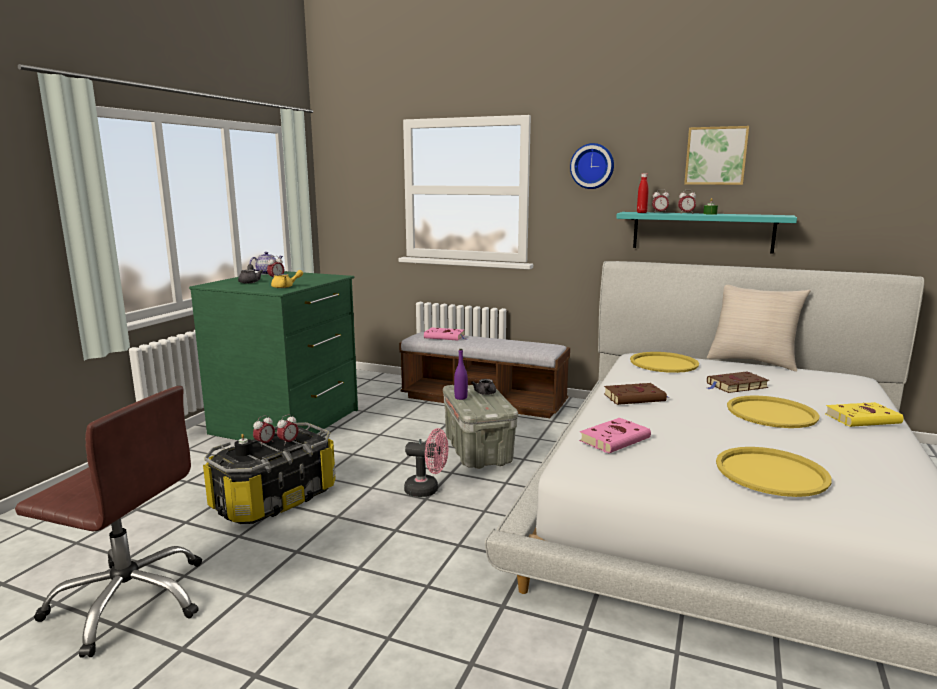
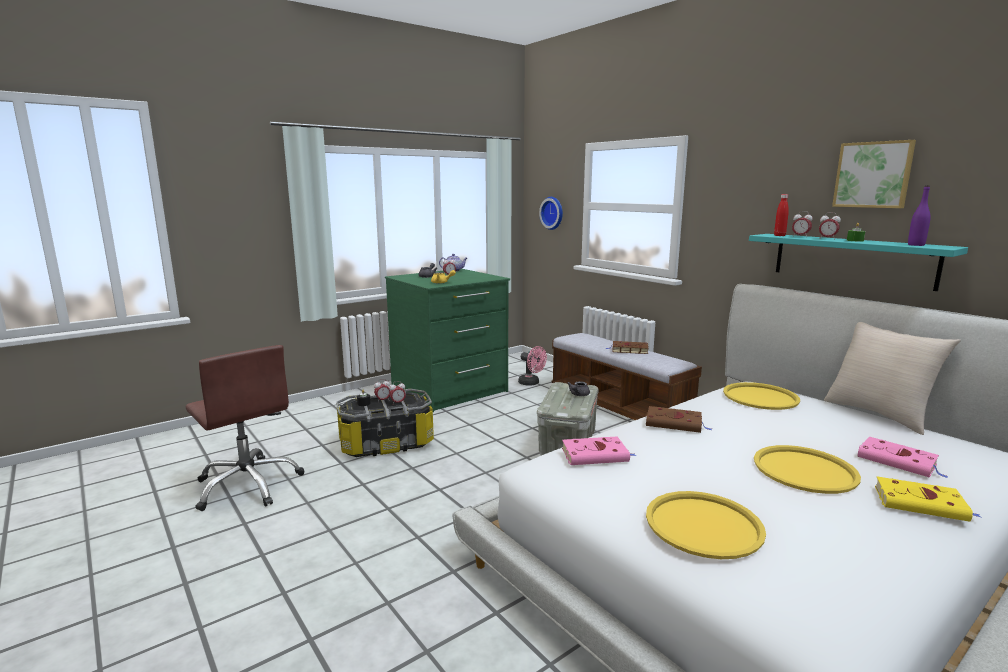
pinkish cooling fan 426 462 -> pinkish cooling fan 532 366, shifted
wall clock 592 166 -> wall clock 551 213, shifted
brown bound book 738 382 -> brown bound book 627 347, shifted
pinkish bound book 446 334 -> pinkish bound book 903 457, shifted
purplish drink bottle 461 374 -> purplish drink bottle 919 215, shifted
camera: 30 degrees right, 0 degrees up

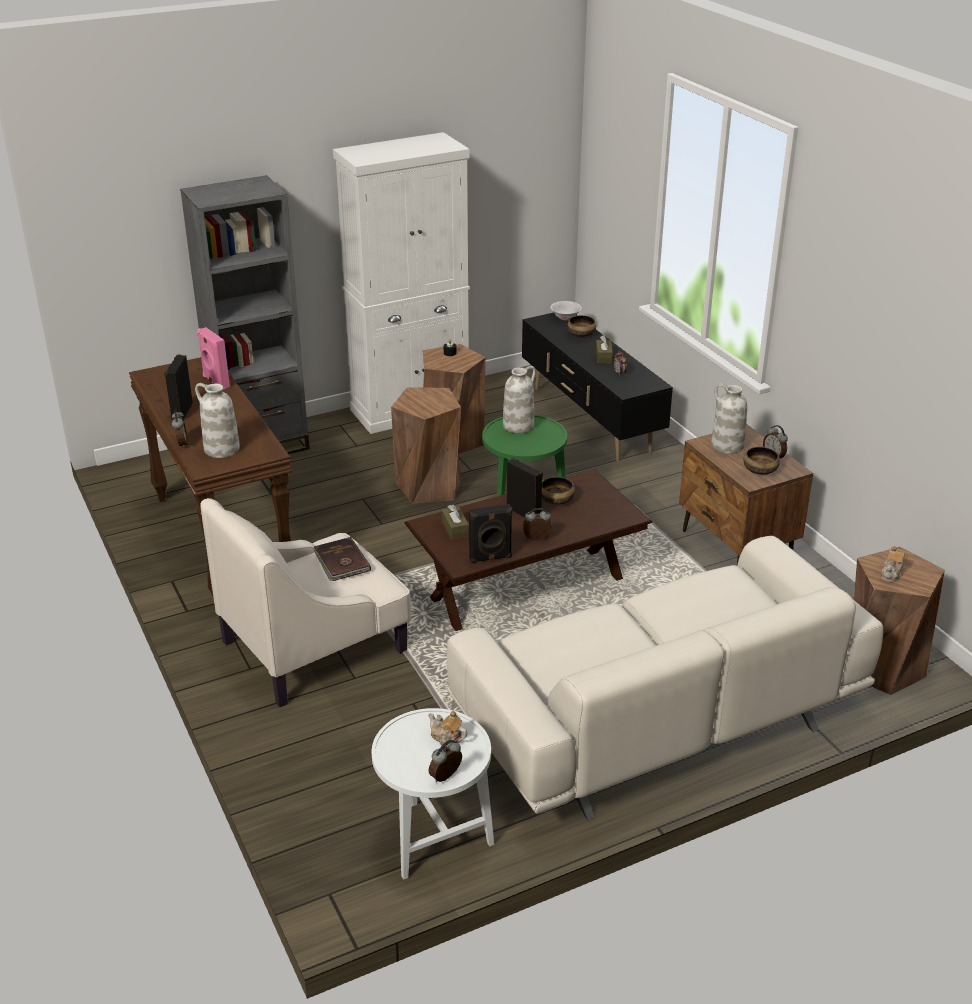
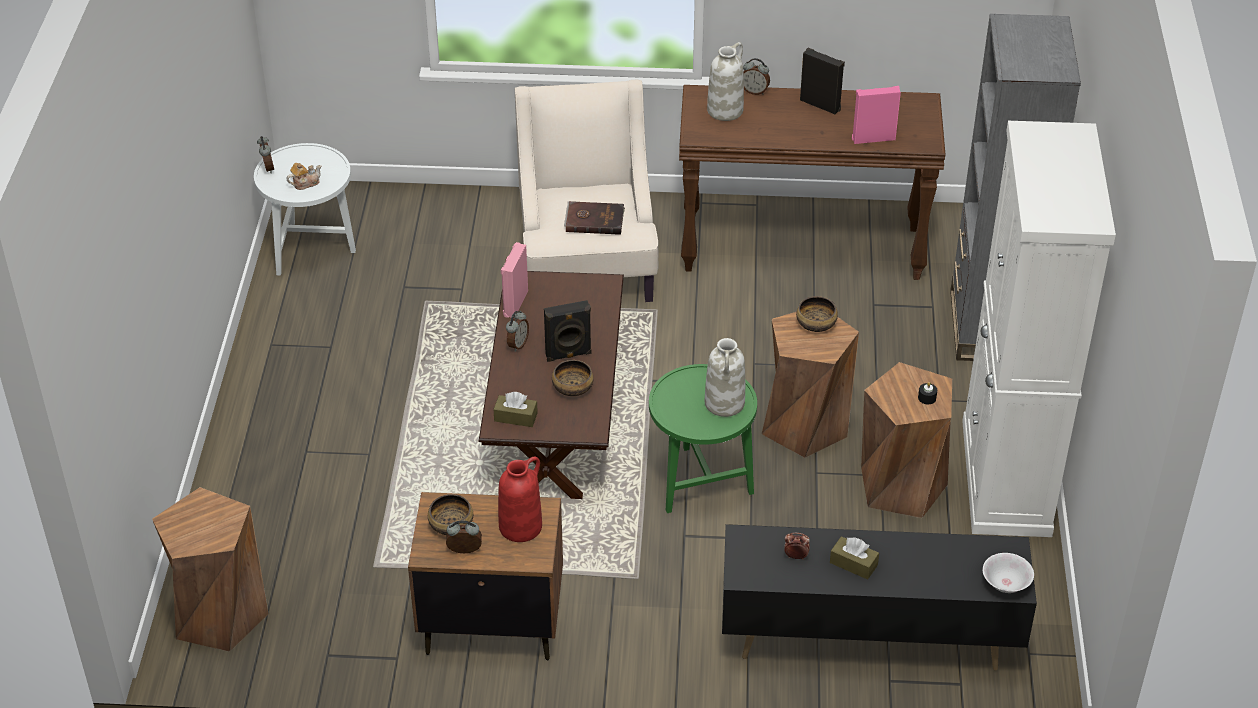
brown box of tissues 455 522 -> brown box of tissues 515 409, shifted
whitish decorative vase 729 418 -> red-coloured decorative vase 520 499
blackish speaker 490 533 -> pinkish speaker 514 280
deep dish 581 326 -> deep dish 817 314, shifted
sand-coloured settee 665 678 -> none
pot for tea 892 564 -> none
camera: 120 degrees right, 10 degrees up

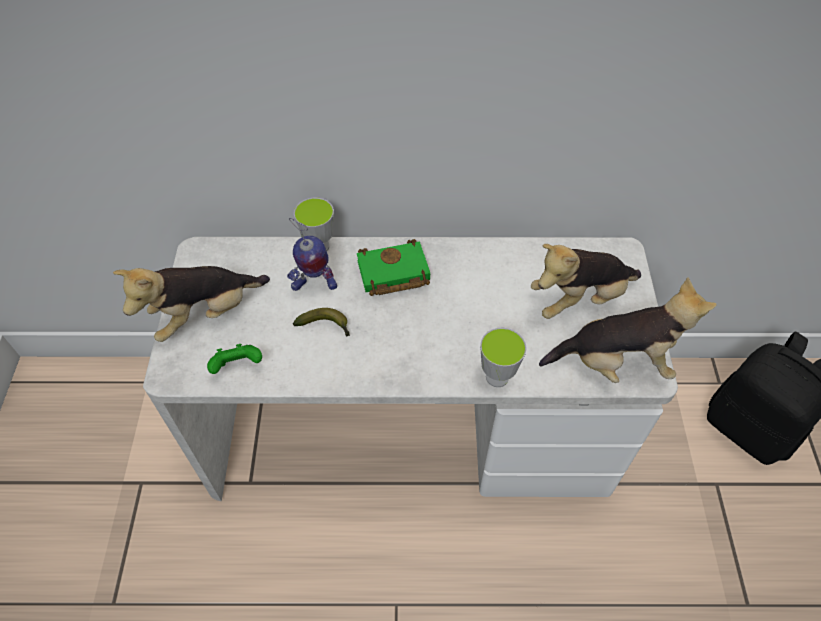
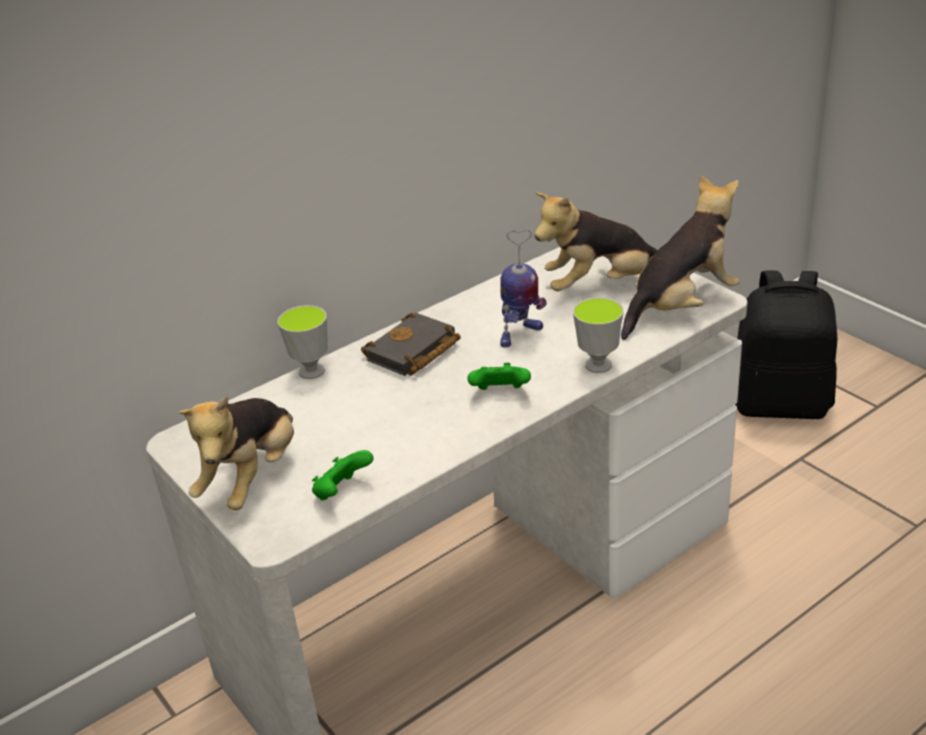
green-coloured bound book 393 267 -> blackish bound book 411 344
none -> green-coloured game controller 499 376
toy robot 312 254 -> toy robot 523 289, shifted
plush toy 586 281 -> plush toy 596 241, 45 degrees clockwise
banana fruit 321 322 -> none
camera: 35 degrees left, 20 degrees down

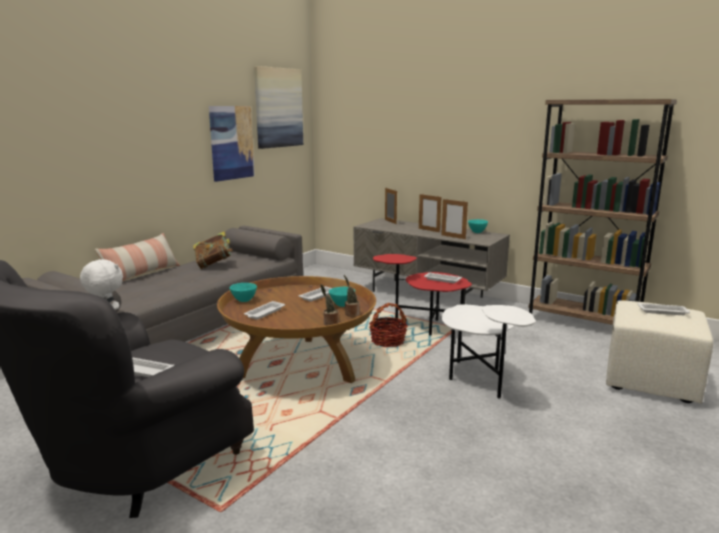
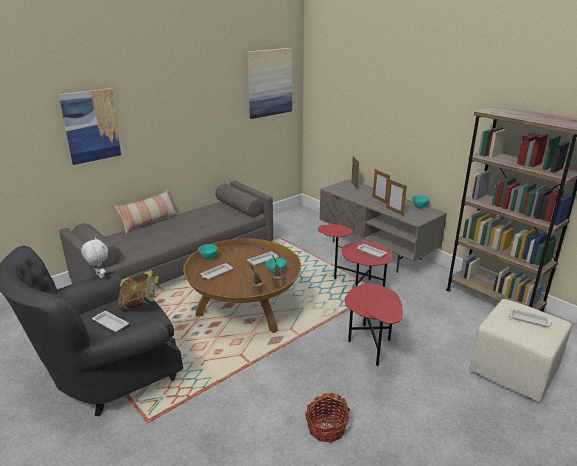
wall art 232 144 -> wall art 90 126, shifted
bound book 213 250 -> bound book 138 290, shifted
storage basket 388 325 -> storage basket 327 418, shifted
whitish end table 489 352 -> red-coloured end table 374 324
camera: 15 degrees right, 10 degrees up

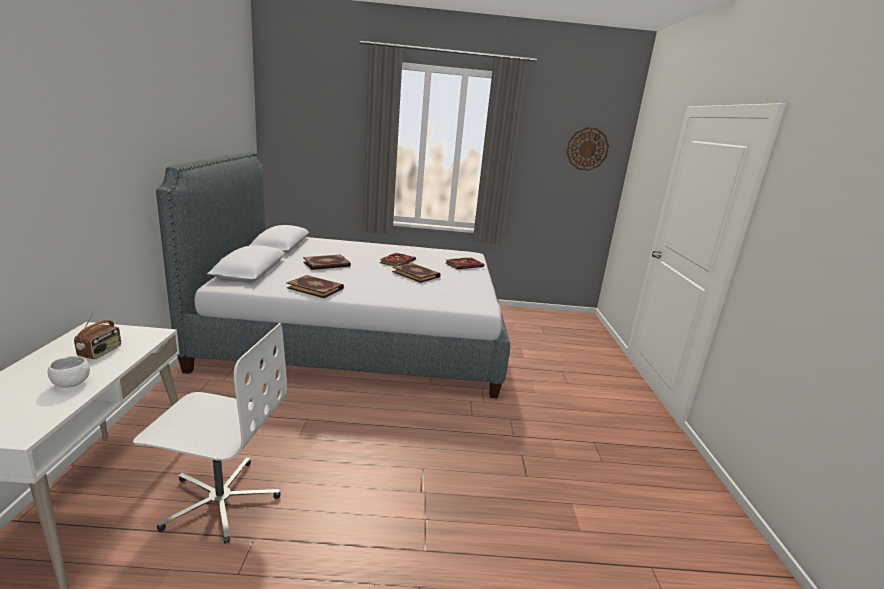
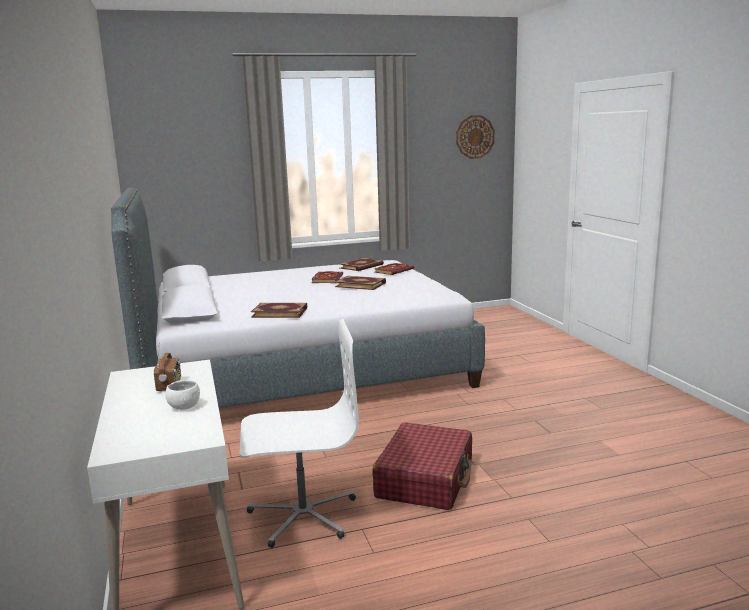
bound book 327 262 -> bound book 362 264, shifted
none -> red-coloured travel case 422 466
camera: 15 degrees left, 5 degrees down

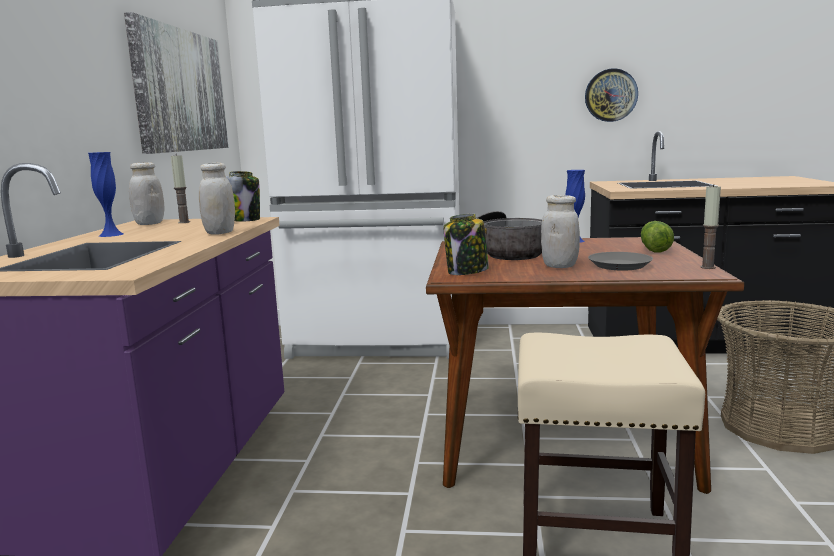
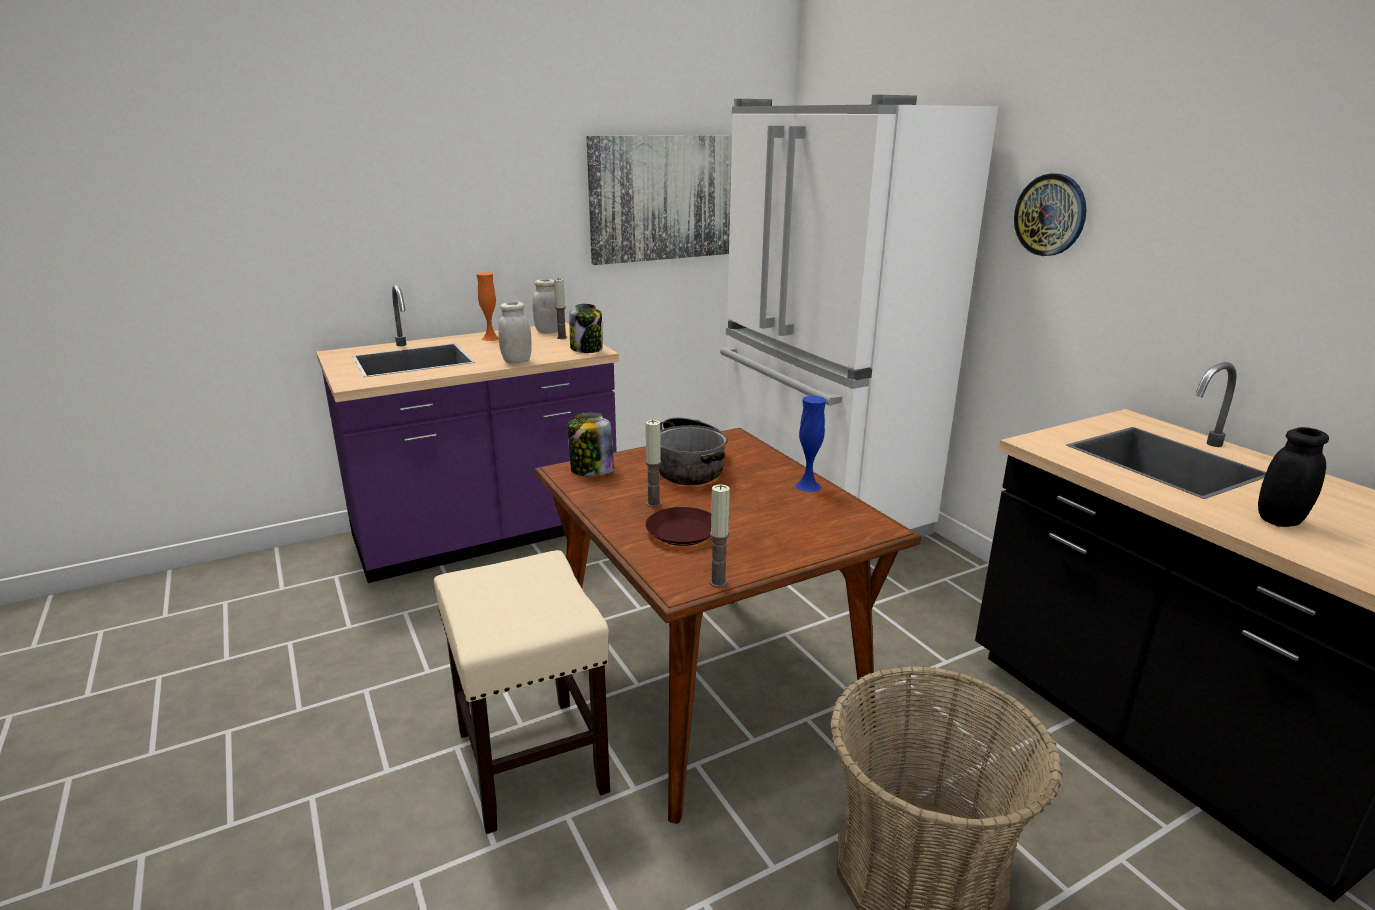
bluish decorative vase 106 194 -> orange decorative vase 487 306
whitish jar 560 231 -> candle 653 464
grey dinner plate 620 261 -> brown dinner plate 678 526
wall clock 611 95 -> wall clock 1050 214, shifted
none -> blackish jar 1293 477
head of lettuce 657 237 -> none
camera: 55 degrees right, 10 degrees up

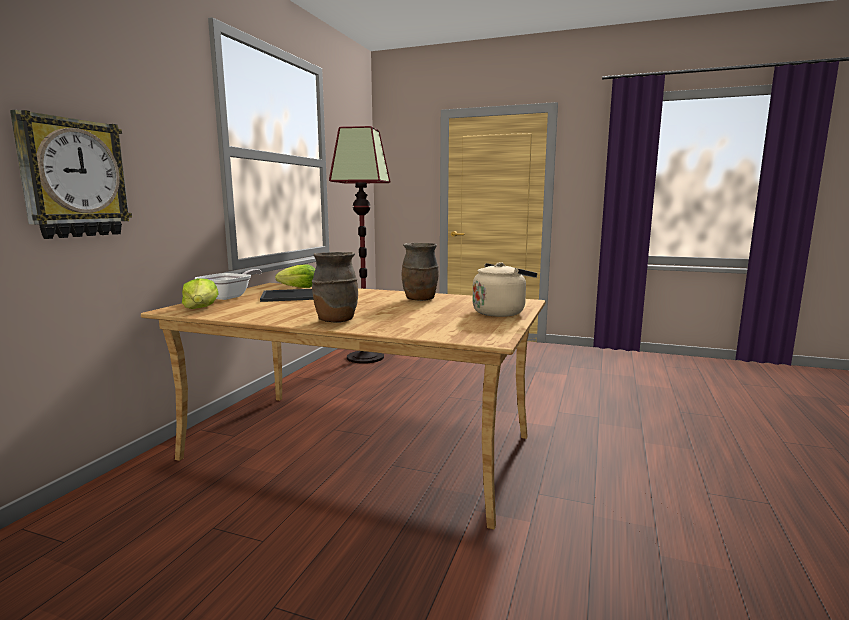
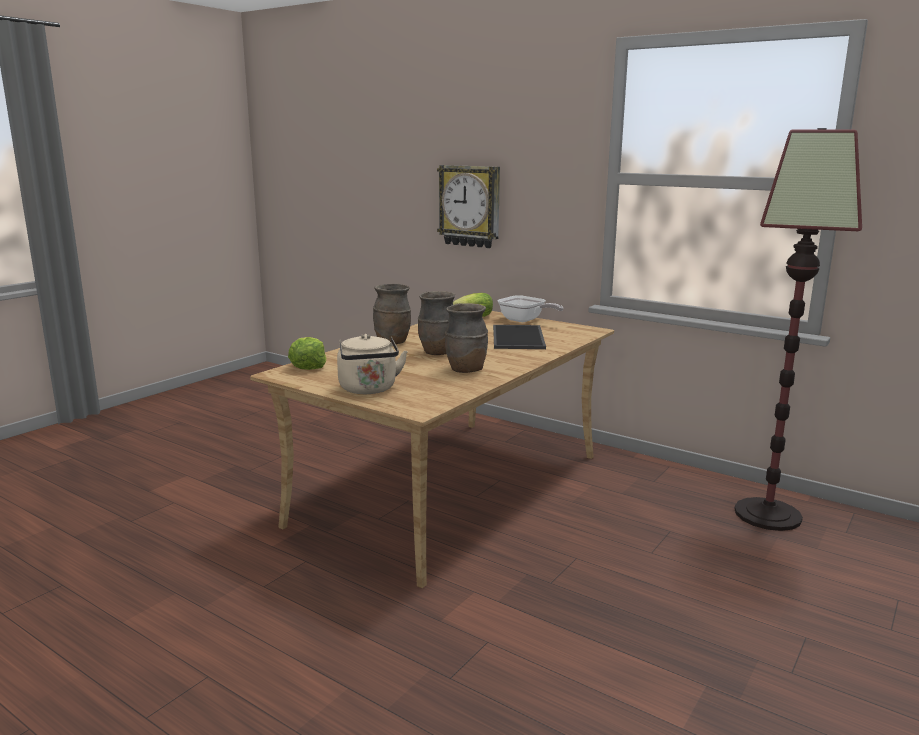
head of lettuce 295 276 -> head of lettuce 307 353, shifted
none -> brown decorative vase 436 323
camera: 105 degrees right, 5 degrees up

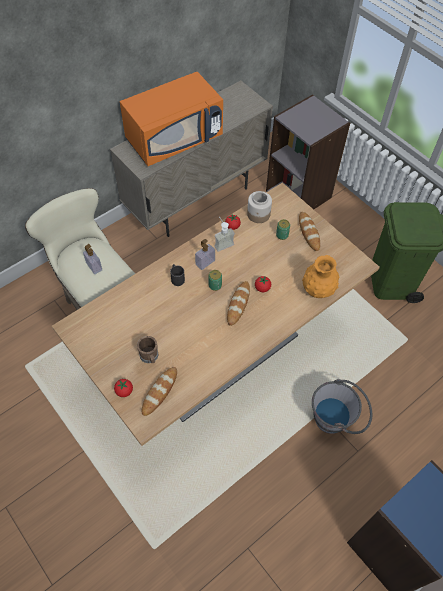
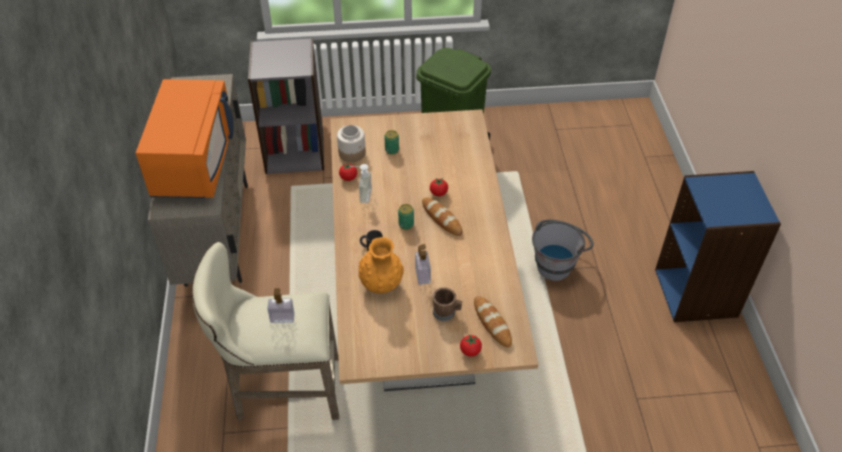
orange decorative vase 320 276 -> orange decorative vase 381 265, shifted
soap bottle 205 254 -> soap bottle 423 264, shifted
bakery bread 309 231 -> none
camera: 55 degrees left, 10 degrees down

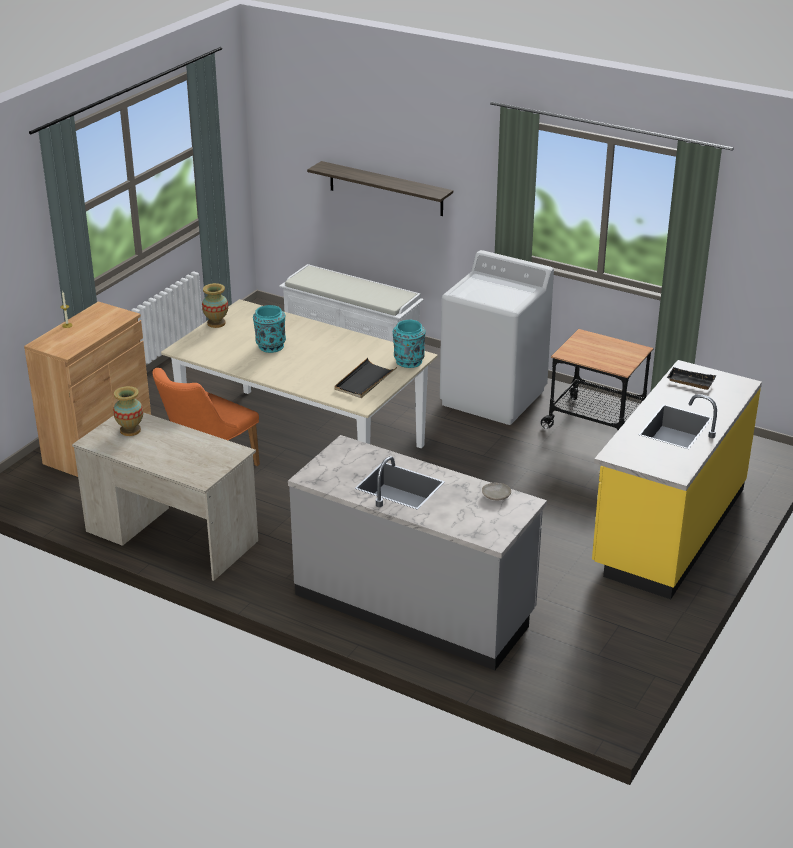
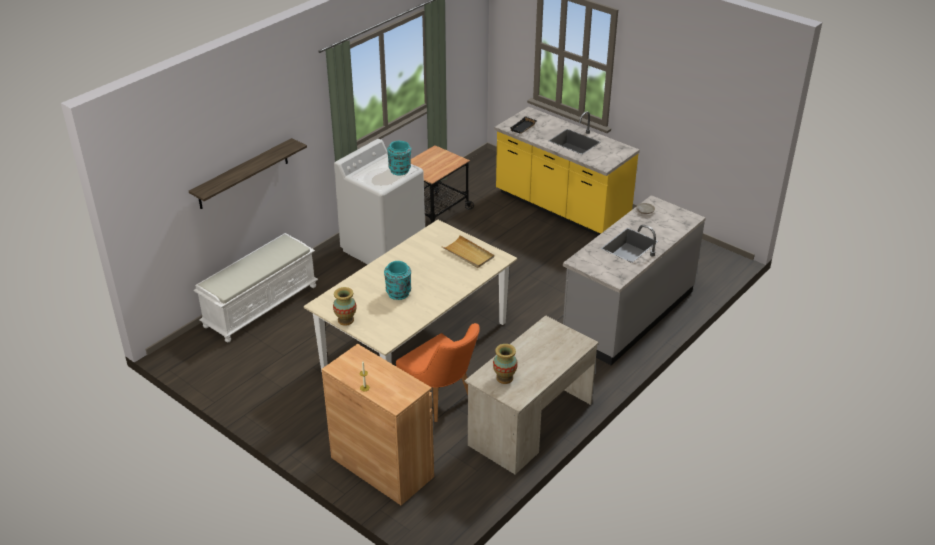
turquoise decorative vase 409 344 -> turquoise decorative vase 399 158, shifted
blackish serving tray 365 378 -> sand-coloured serving tray 467 251
camera: 80 degrees left, 5 degrees up

